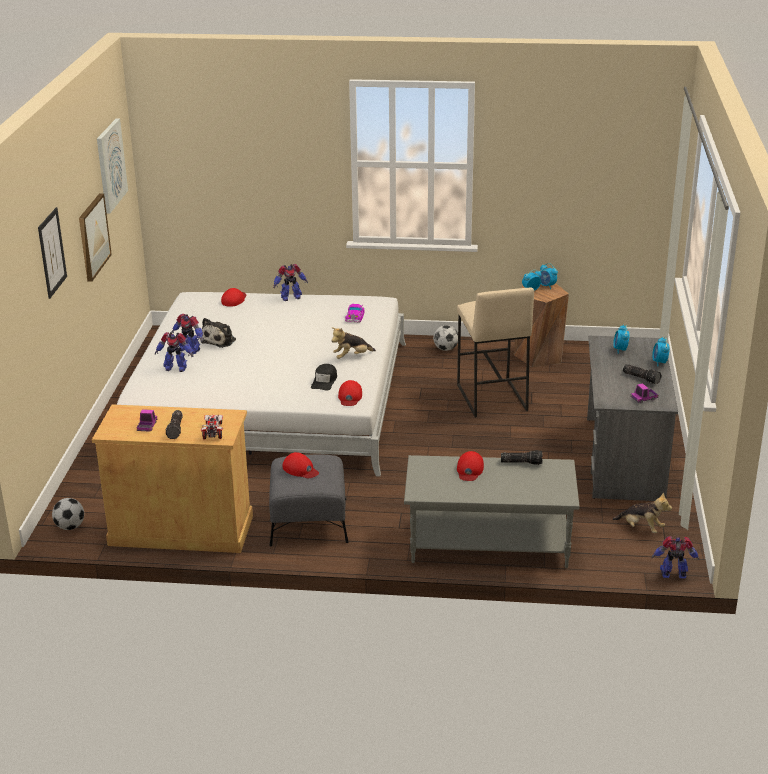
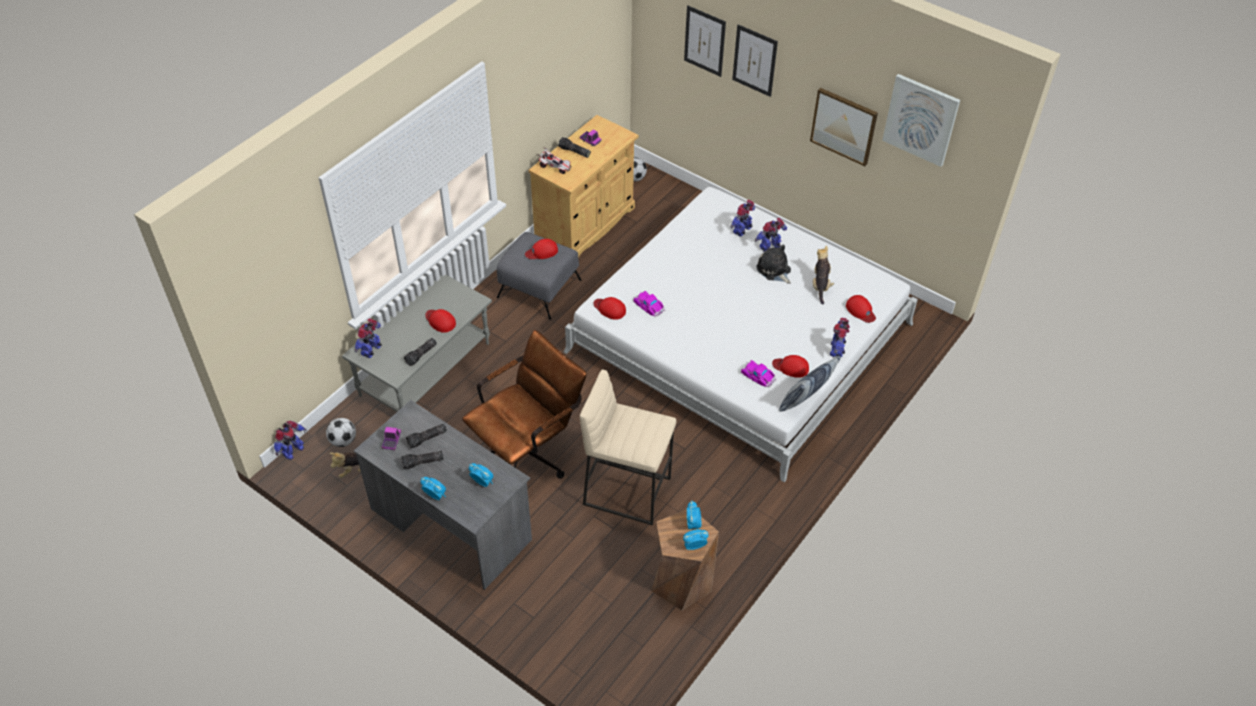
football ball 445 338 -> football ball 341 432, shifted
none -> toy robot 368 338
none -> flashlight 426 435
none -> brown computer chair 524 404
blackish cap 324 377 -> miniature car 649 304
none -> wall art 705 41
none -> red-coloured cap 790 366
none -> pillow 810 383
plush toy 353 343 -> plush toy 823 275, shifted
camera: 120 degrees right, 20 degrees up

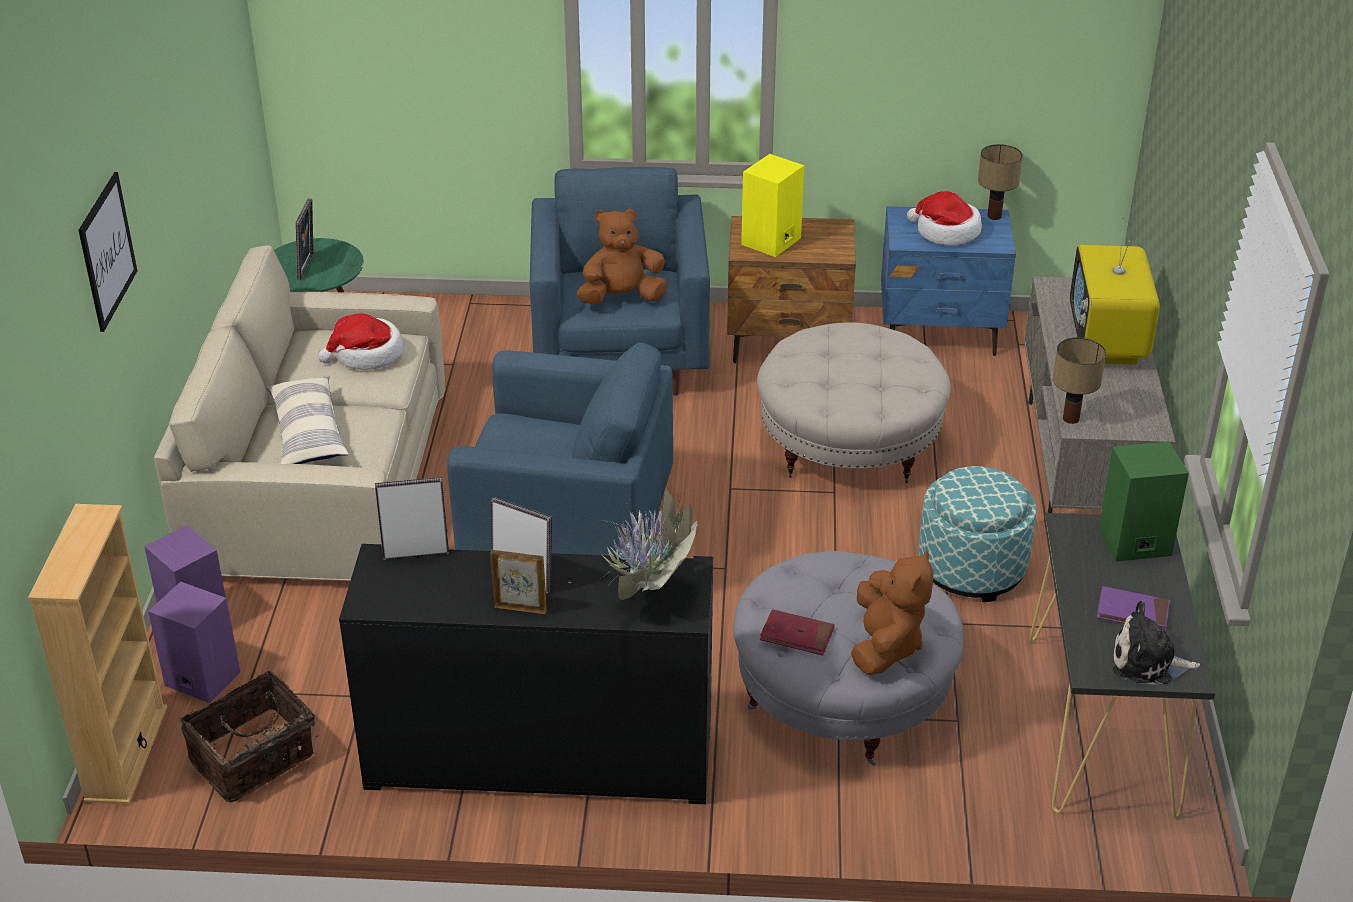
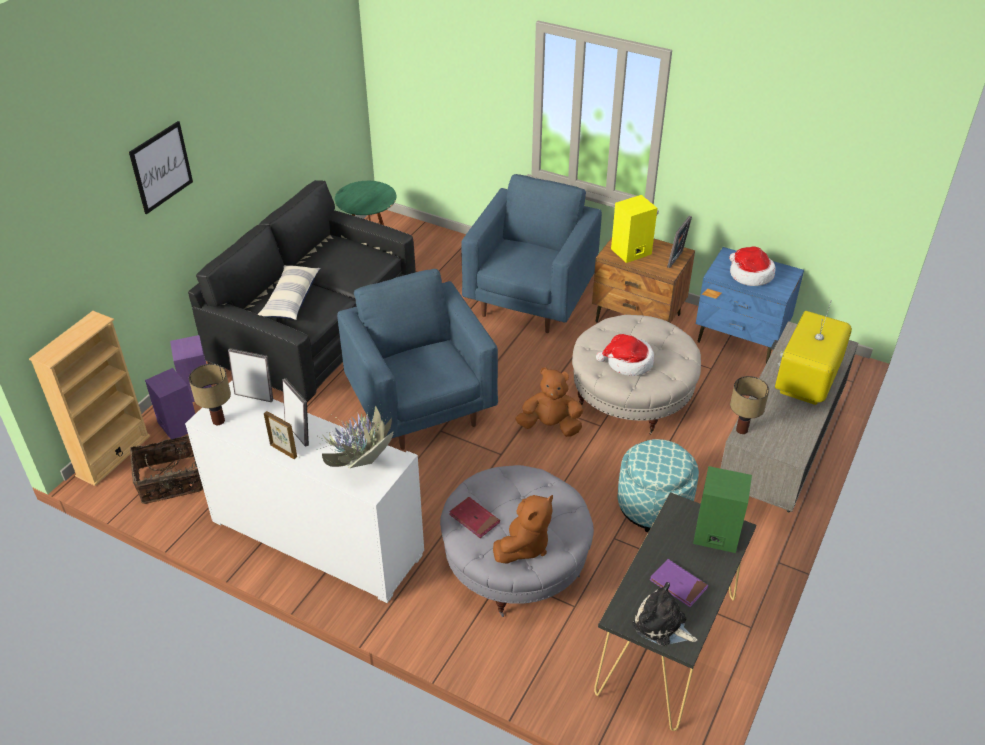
blackish cupboard 526 674 -> whitish cupboard 304 492
sand-coloured settee 299 413 -> blackish settee 302 291
lamp for a table 1000 182 -> lamp for a table 210 394, shifted
bluish easy chair 560 449 -> bluish easy chair 417 359, 150 degrees counterclockwise
brown plush toy 622 256 -> brown plush toy 549 402, shifted
clothing hat 360 341 -> clothing hat 625 355, shifted
photo frame 304 239 -> photo frame 679 241, shifted
camera: 25 degrees right, 5 degrees up

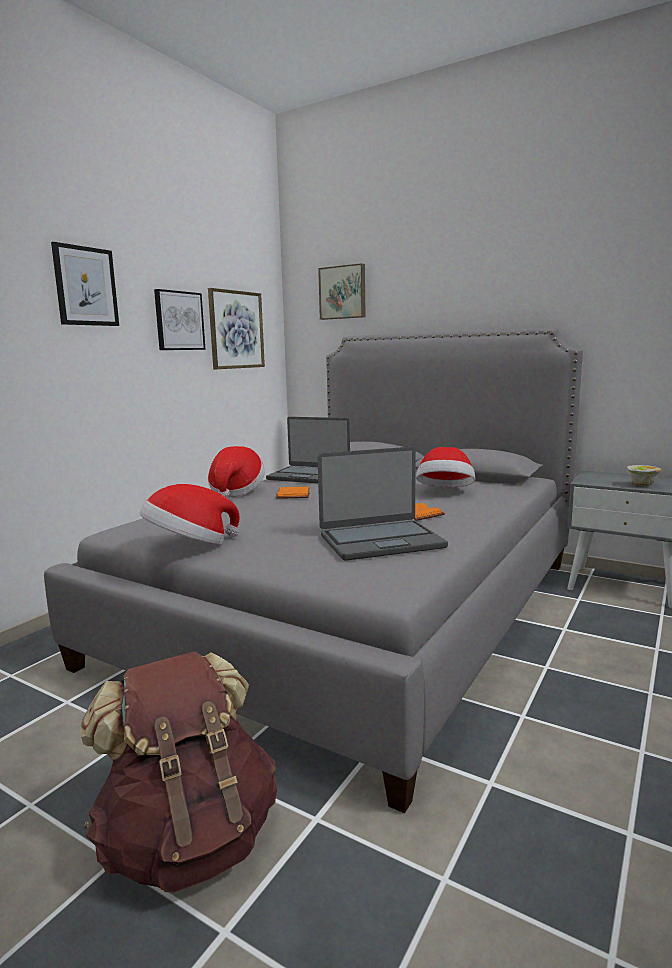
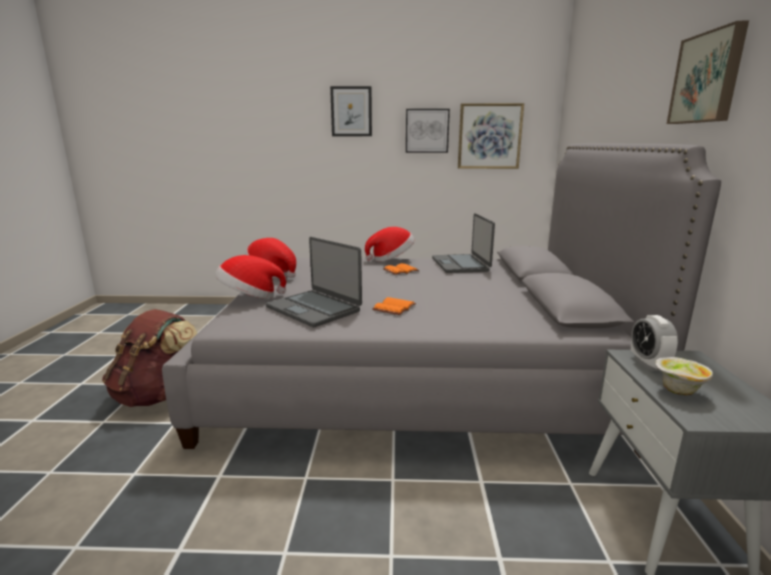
clothing hat 445 467 -> clothing hat 250 277, shifted
none -> table clock 654 343
wall art 341 291 -> wall art 708 72, shifted
camera: 60 degrees right, 5 degrees up

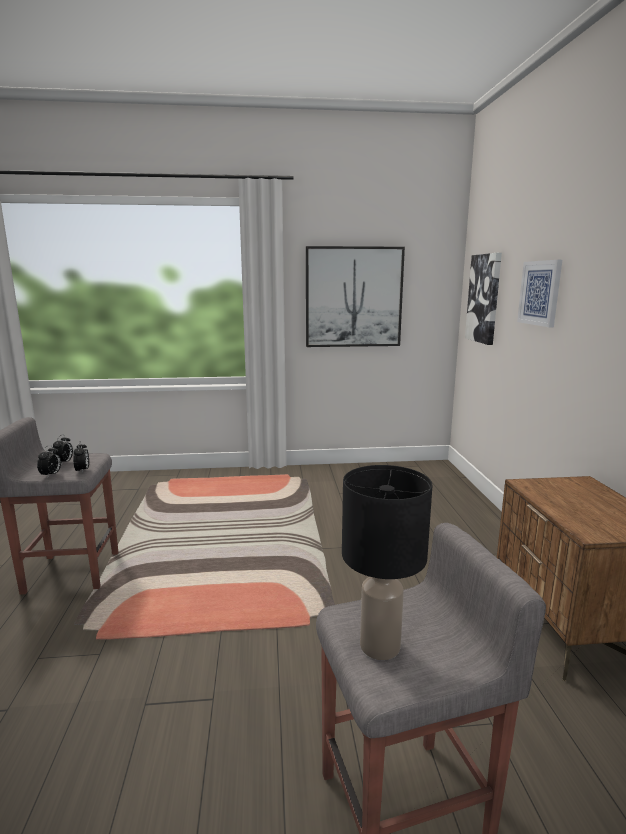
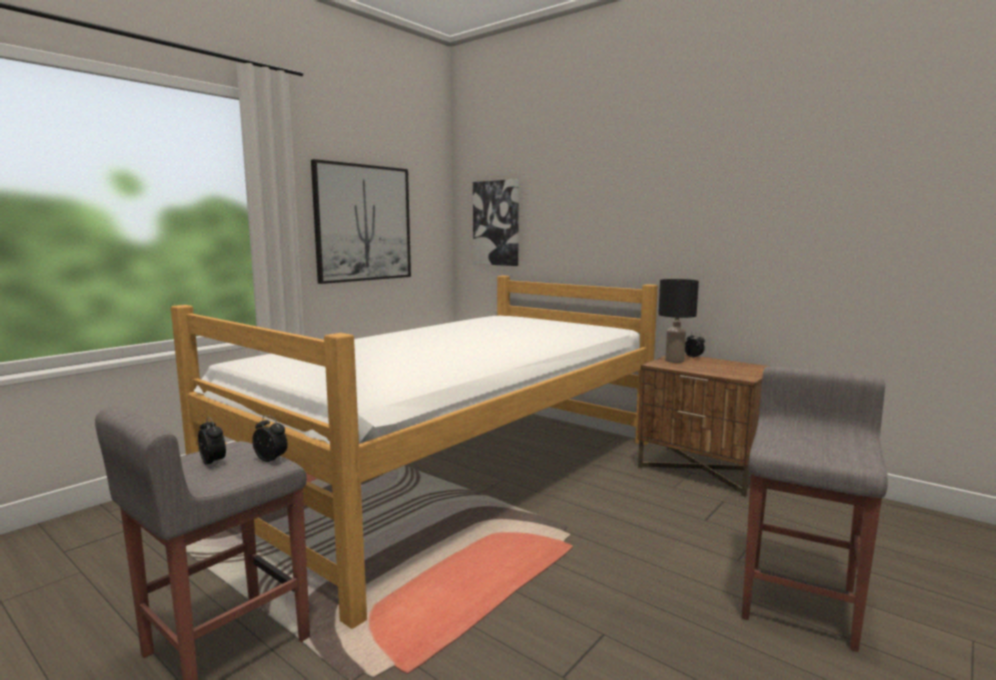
none -> bed 414 452
blackish lamp for a table 387 562 -> blackish lamp for a table 678 321, shifted
table clock 49 461 -> table clock 695 345, shifted
wall art 539 293 -> none
camera: 45 degrees left, 5 degrees down

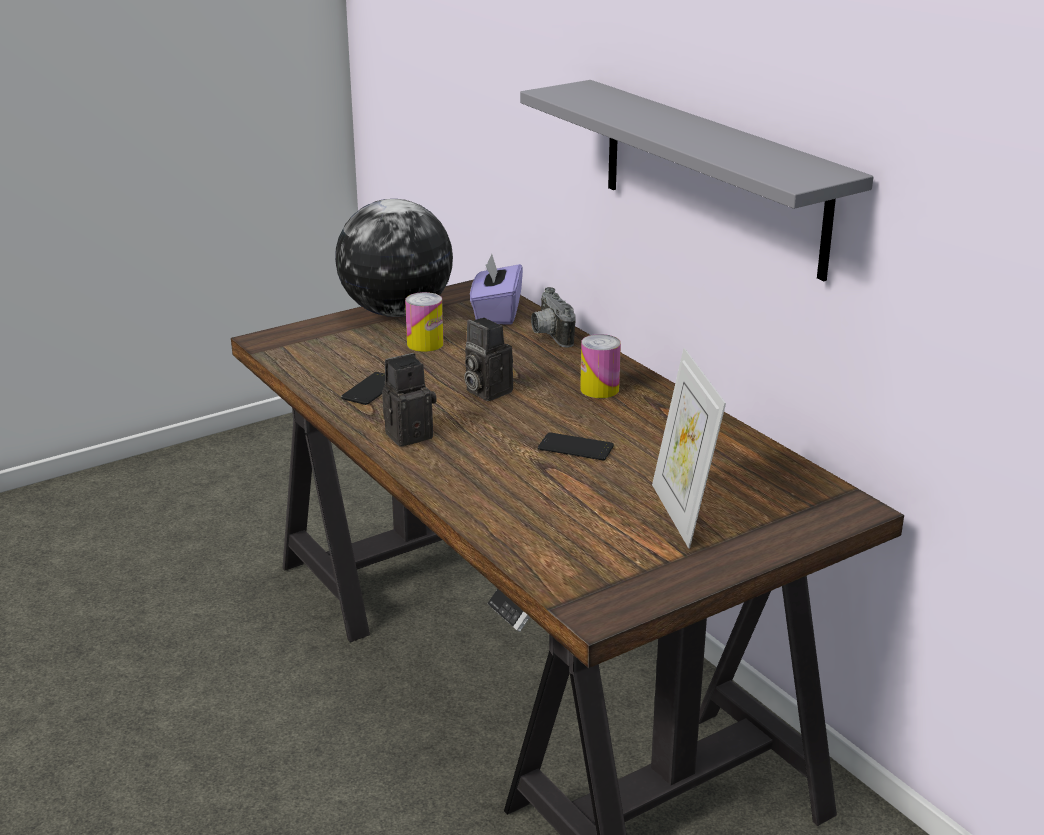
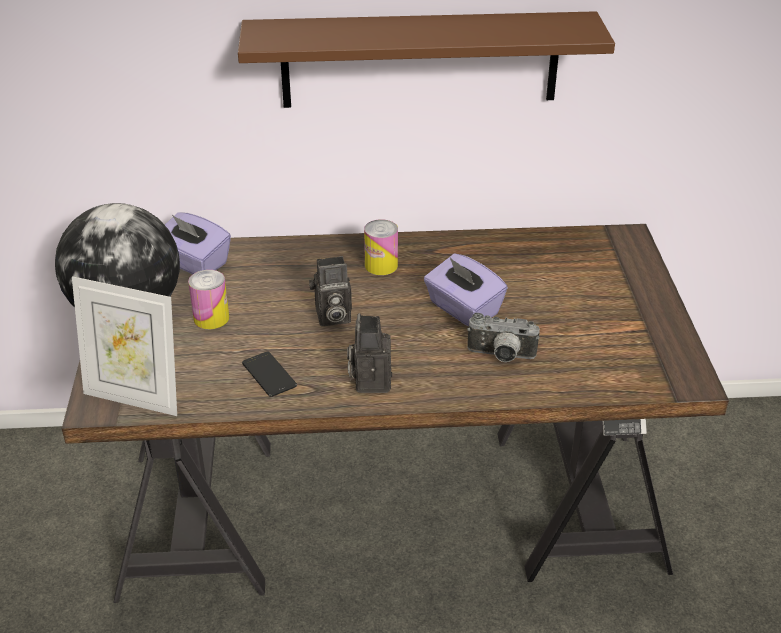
photo frame 689 448 -> photo frame 124 346, shifted
grey wall shelf 696 180 -> brown wall shelf 426 59
handset 576 446 -> purplish box of tissues 466 290
photo camera 553 317 -> photo camera 503 337, shifted
camera: 60 degrees left, 10 degrees up

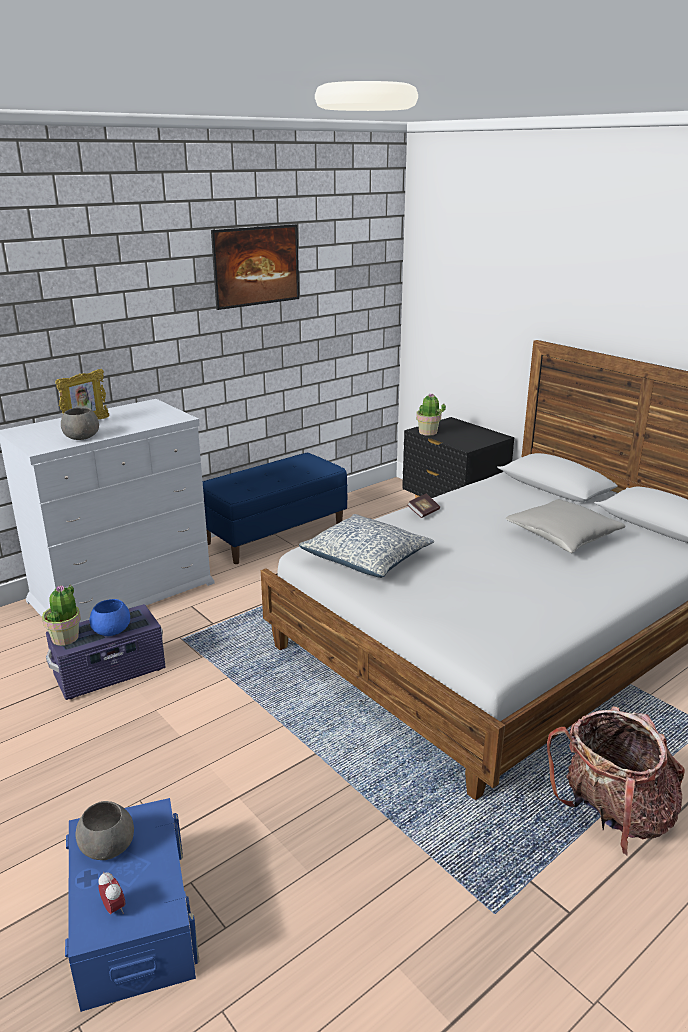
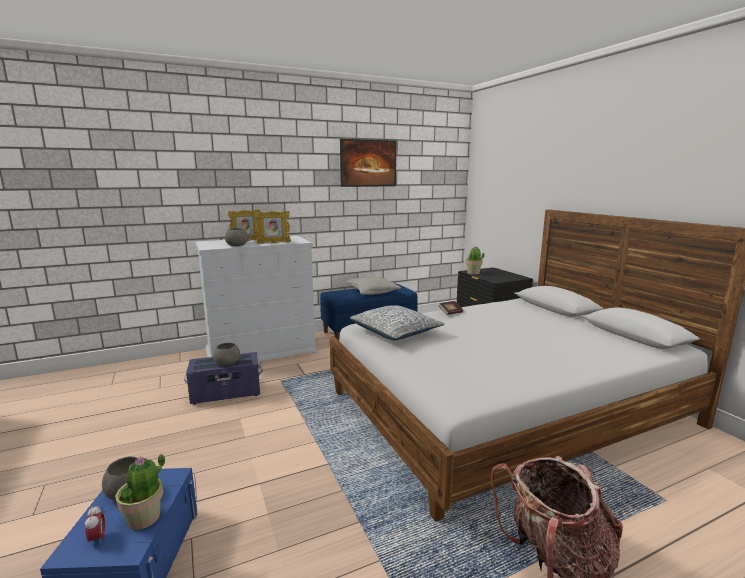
houseplant 61 615 -> houseplant 140 492, shifted
bluish deep dish 110 617 -> grey deep dish 226 354
none -> photo frame 273 227
grey pillow 565 526 -> grey pillow 374 286, shifted
camera: 15 degrees right, 10 degrees down

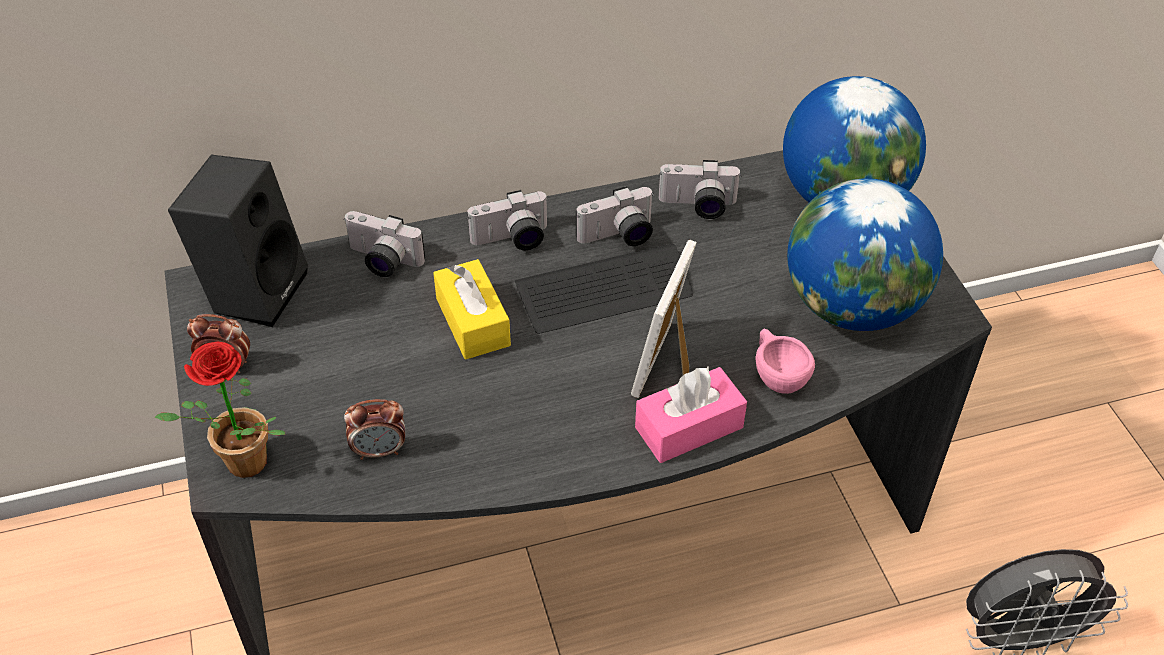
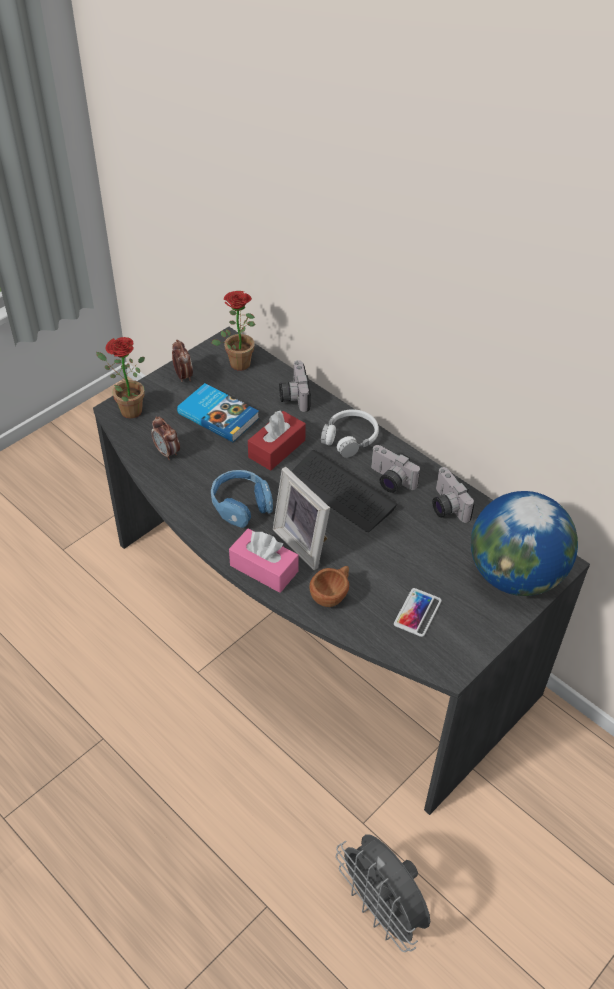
none -> bound book 218 412
none -> bluish headset 242 499
blackish speaker 238 241 -> houseplant 234 330
yellow box of tissues 472 309 -> red-coloured box of tissues 277 440
photo frame 664 319 -> photo frame 301 518, 120 degrees counterclockwise
pinkish cup 785 361 -> brown cup 329 586
photo camera 508 220 -> whitish headset 350 433
desk globe 865 254 -> handset 418 612
camera: 60 degrees right, 0 degrees up

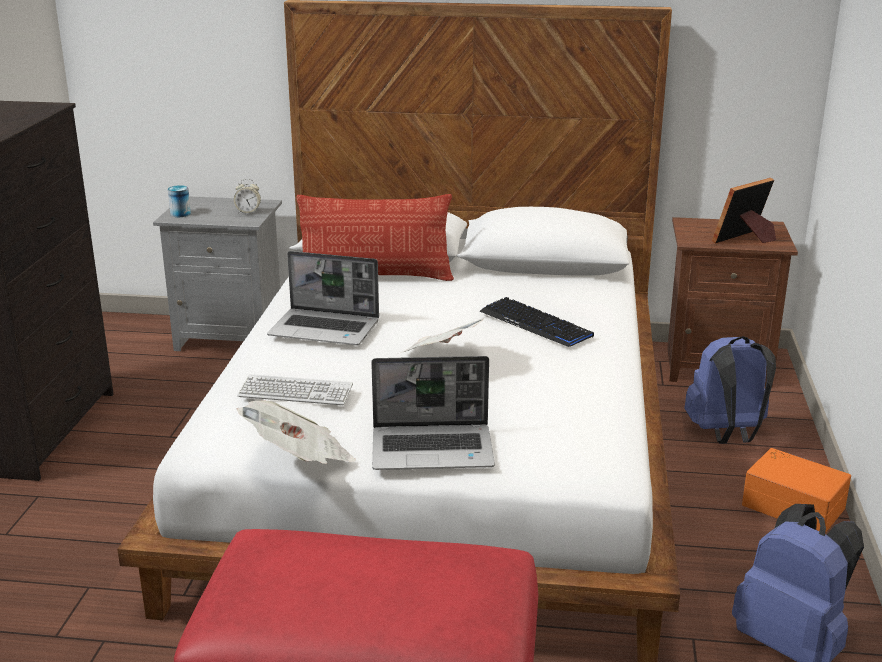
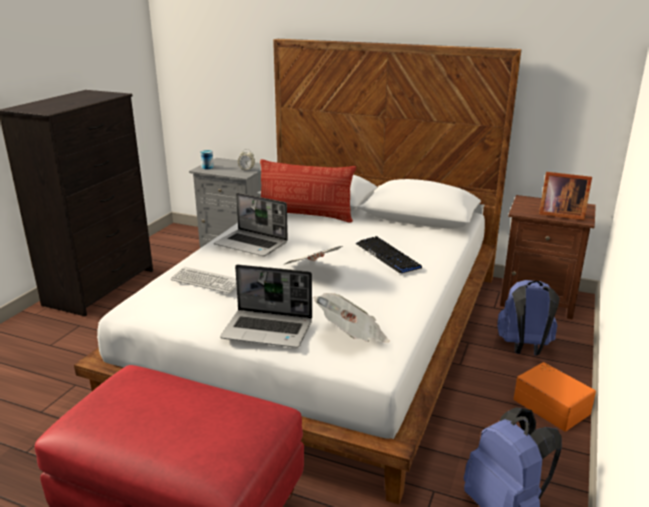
daily paper 296 432 -> daily paper 352 318, shifted
photo frame 744 210 -> photo frame 565 196, 135 degrees counterclockwise
camera: 15 degrees right, 0 degrees up

